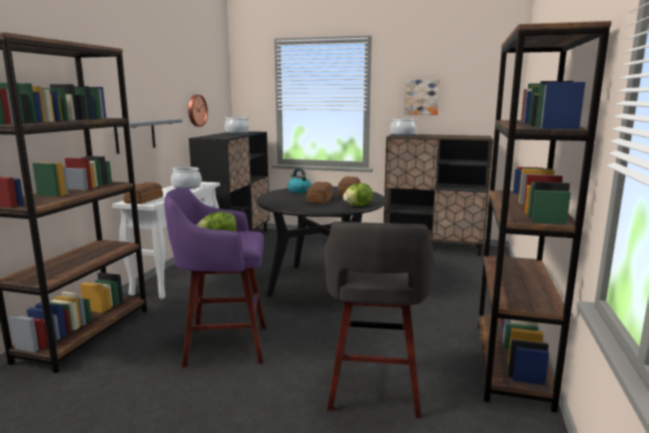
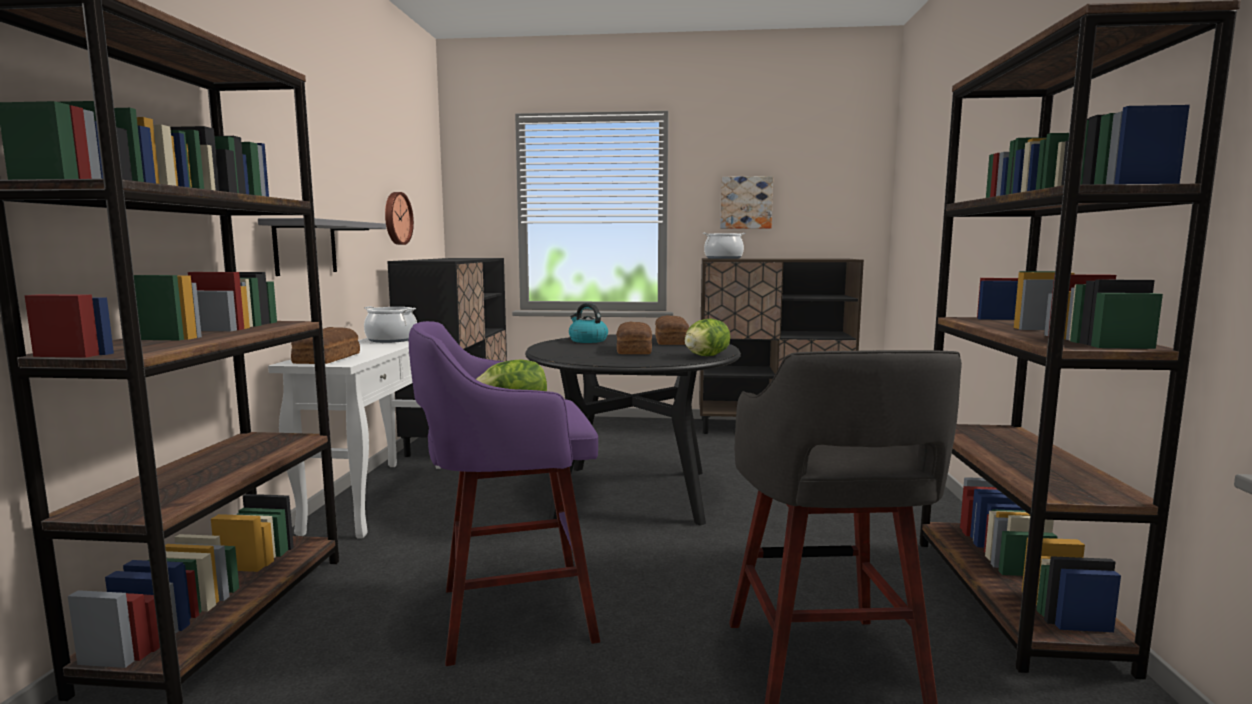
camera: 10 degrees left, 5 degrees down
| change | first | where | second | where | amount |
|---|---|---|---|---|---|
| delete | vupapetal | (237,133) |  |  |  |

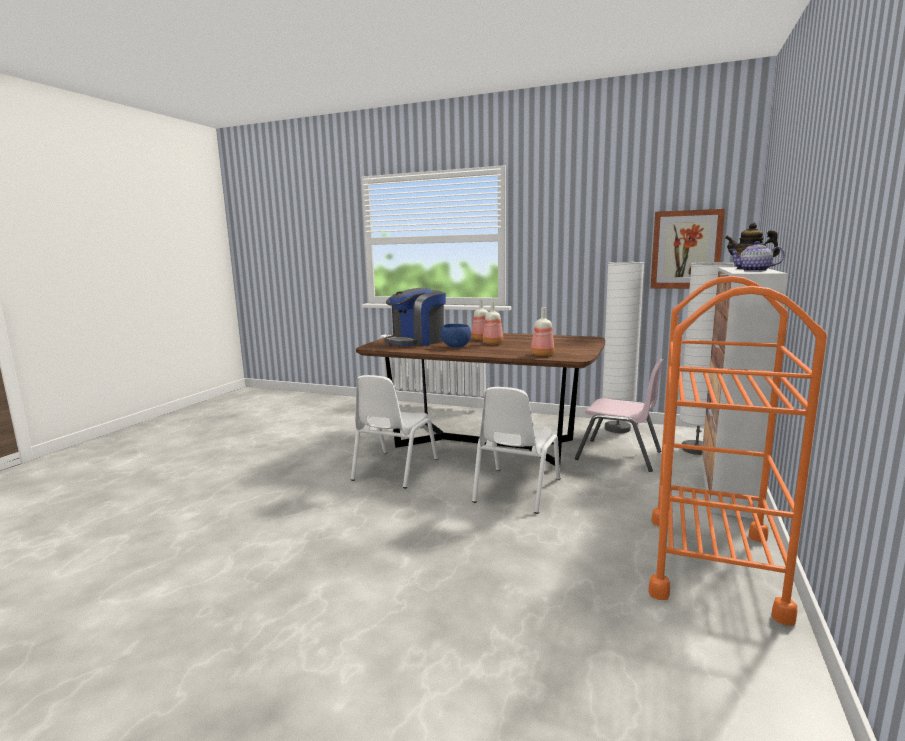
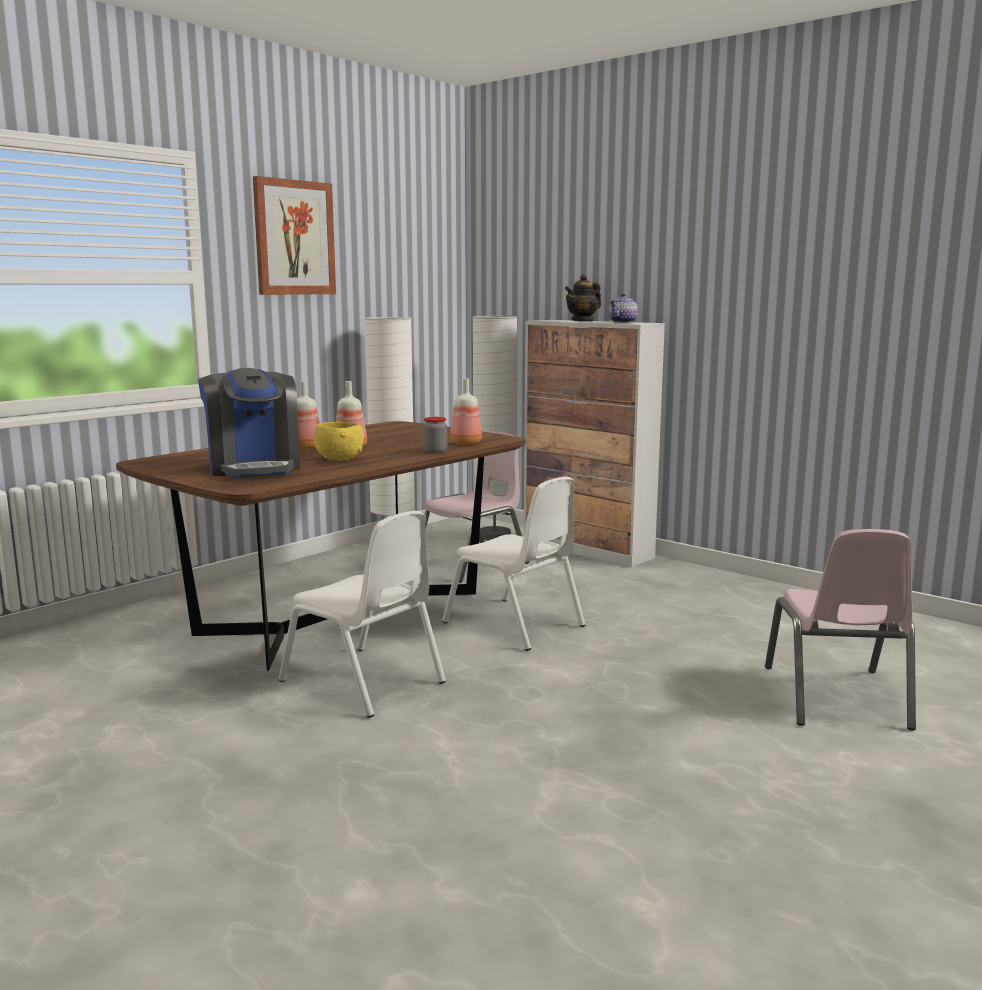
camera: 70 degrees left, 0 degrees up
| change | first | where | second | where | amount |
|---|---|---|---|---|---|
| recolor | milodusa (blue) | (456,346) | milodusa (yellow) | (339,459) |  |
| delete | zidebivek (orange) | (713,564) |  |  |  |
| move | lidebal | (686,250) |  | (294,238) |  |
| insert |  |  | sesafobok | (435,452) |  |
| insert |  |  | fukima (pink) | (835,697) |  |

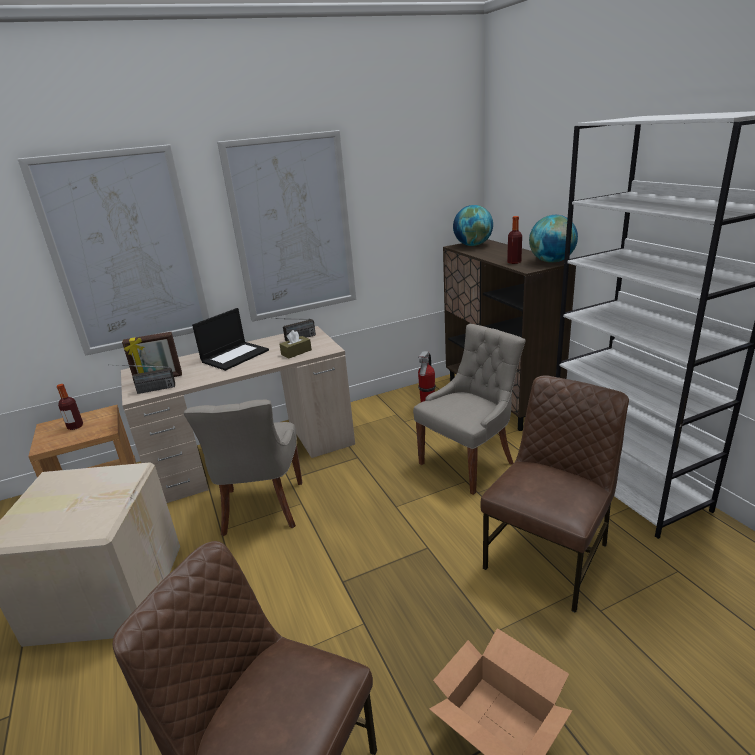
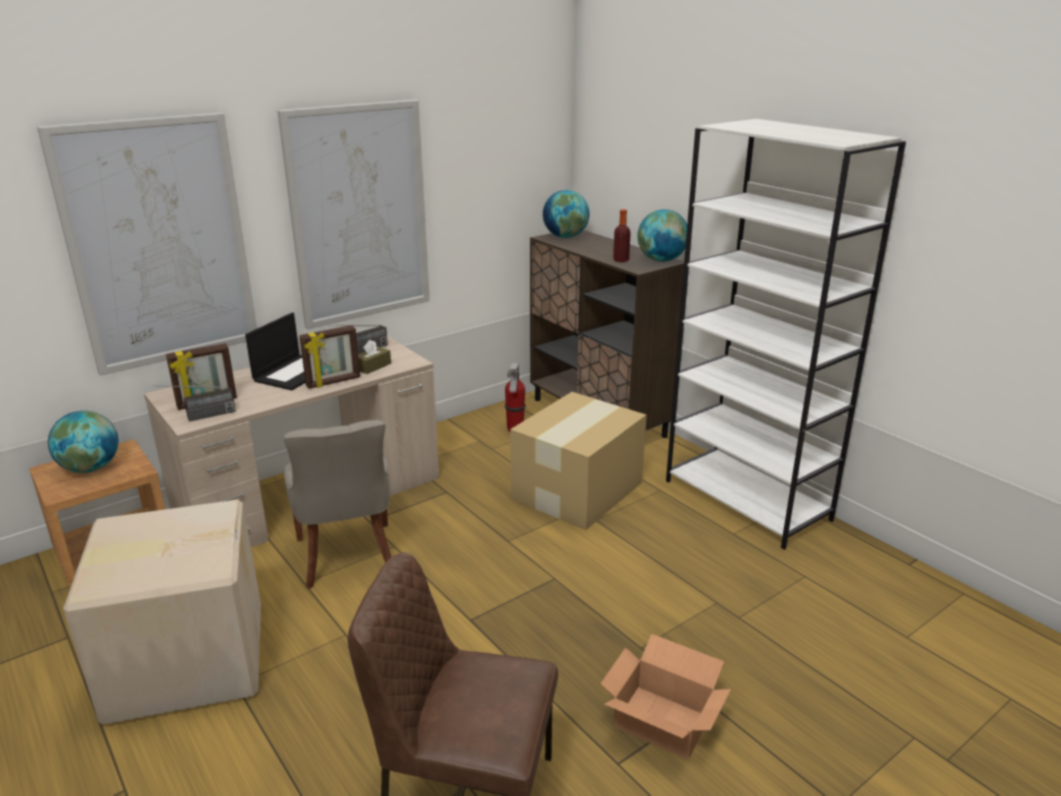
camera: 15 degrees left, 0 degrees up
| change | first | where | second | where | amount |
|---|---|---|---|---|---|
| replace | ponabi | (75,426) | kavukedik | (91,468) |  |
| replace | fukima (grey) | (469,463) | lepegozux | (579,490) |  |
| delete | fukima (brown) | (549,556) |  |  |  |
| insert |  |  | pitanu | (333,382) |  |

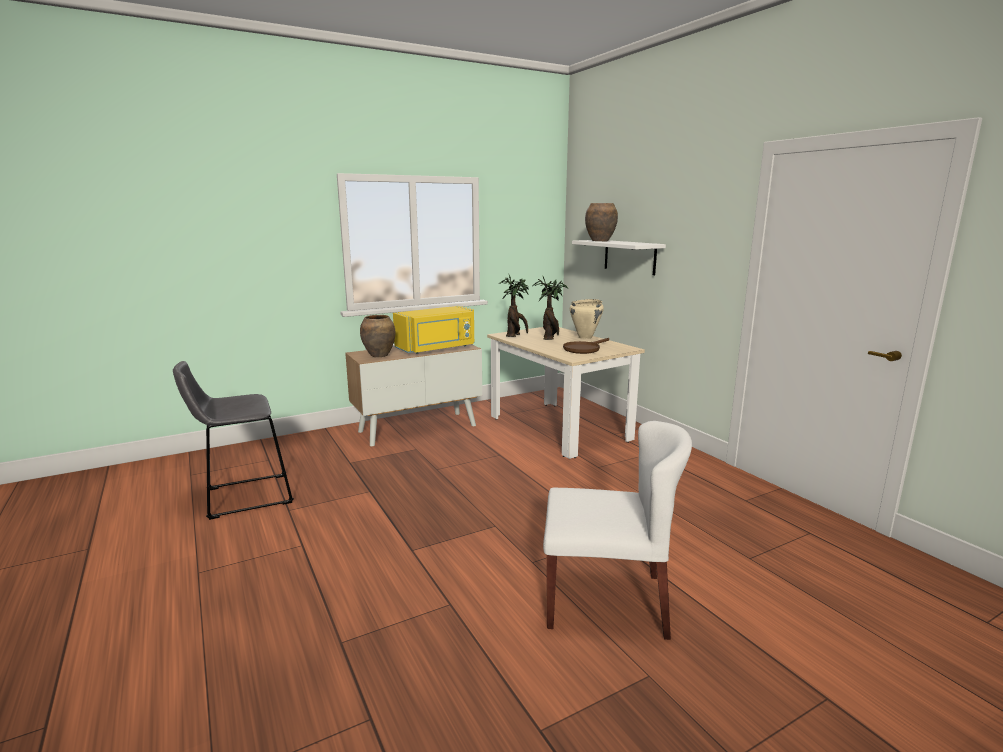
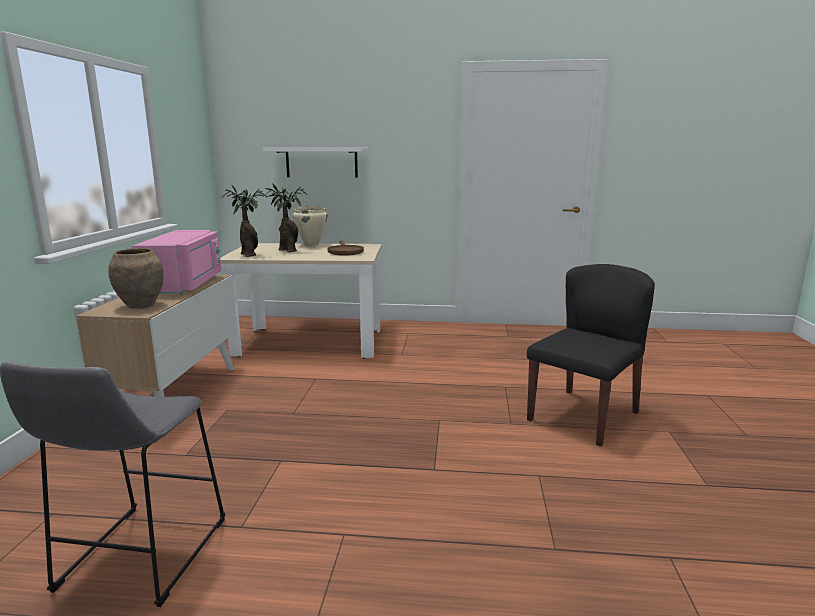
camera: 55 degrees left, 0 degrees up
| change | first | where | second | where | amount |
|---|---|---|---|---|---|
| recolor | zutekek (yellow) | (437,348) | zutekek (pink) | (185,285) |  |
| recolor | fukima (white) | (606,600) | fukima (black) | (583,415) |  |
| delete | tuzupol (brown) | (600,241) |  |  |  |

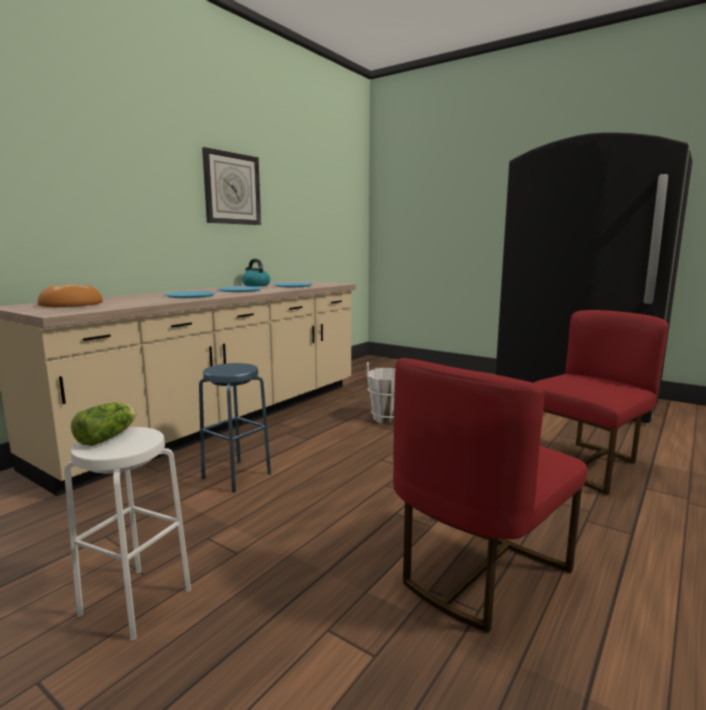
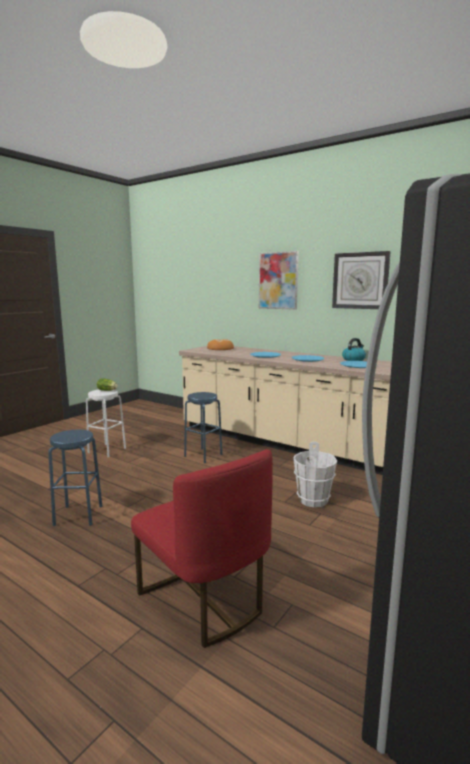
camera: 90 degrees right, 0 degrees up
| change | first | where | second | where | amount |
|---|---|---|---|---|---|
| replace | fukima (red) | (478,572) | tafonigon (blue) | (78,515) |  |
| insert |  |  | lidebal | (278,280) |  |

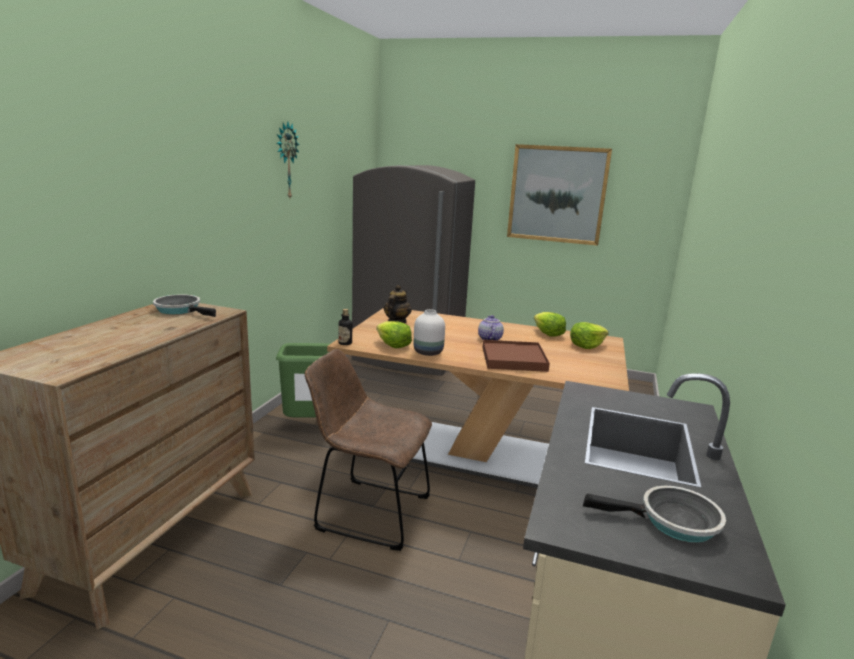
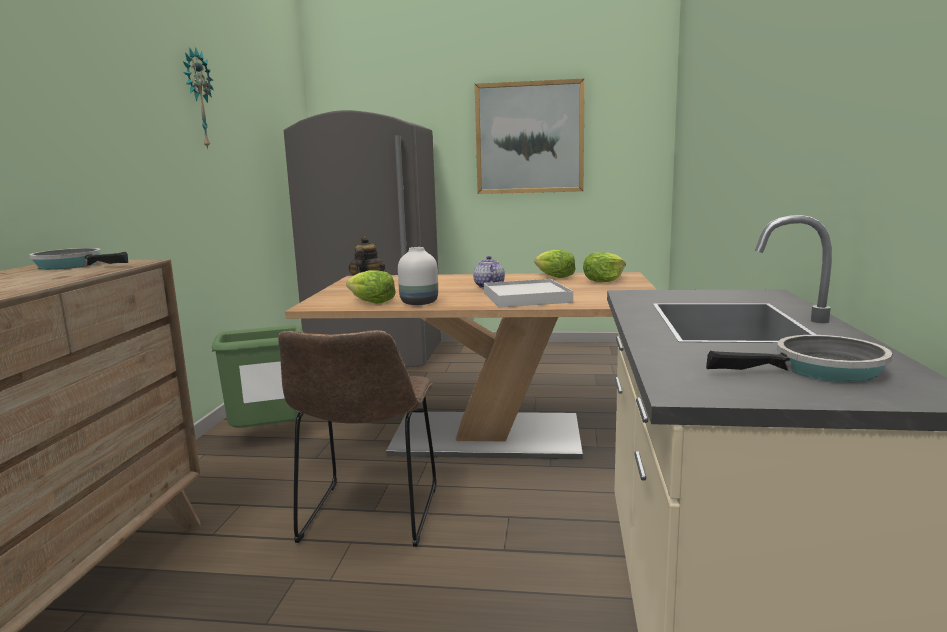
camera: 10 degrees left, 5 degrees down
| change | first | where | second | where | amount |
|---|---|---|---|---|---|
| rotate | fukima (brown) | (368,512) |  | (369,518) | 90 degrees counterclockwise |
| delete | ponabi | (345,343) |  |  |  |
| recolor | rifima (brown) | (513,359) | rifima (white) | (526,298) |  |

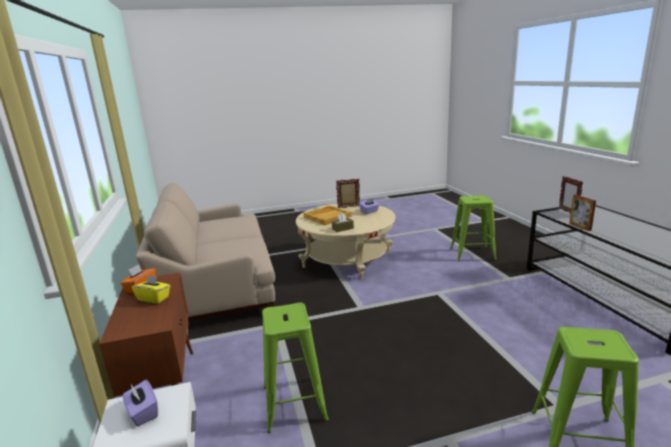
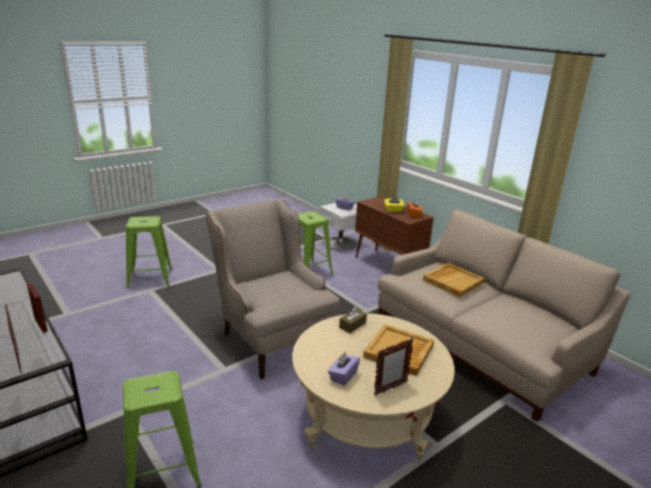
camera: 155 degrees right, 5 degrees up
| change | first | where | second | where | amount |
|---|---|---|---|---|---|
| insert |  |  | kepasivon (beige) | (271,337) |  |
| insert |  |  | rifima (beige) | (453,281) |  |

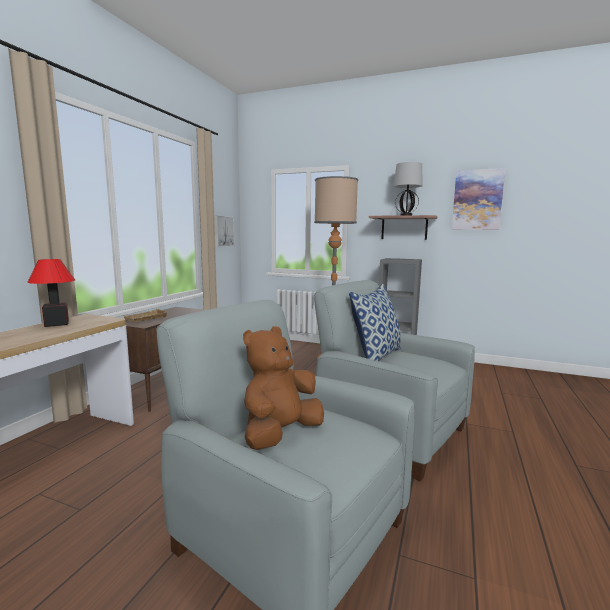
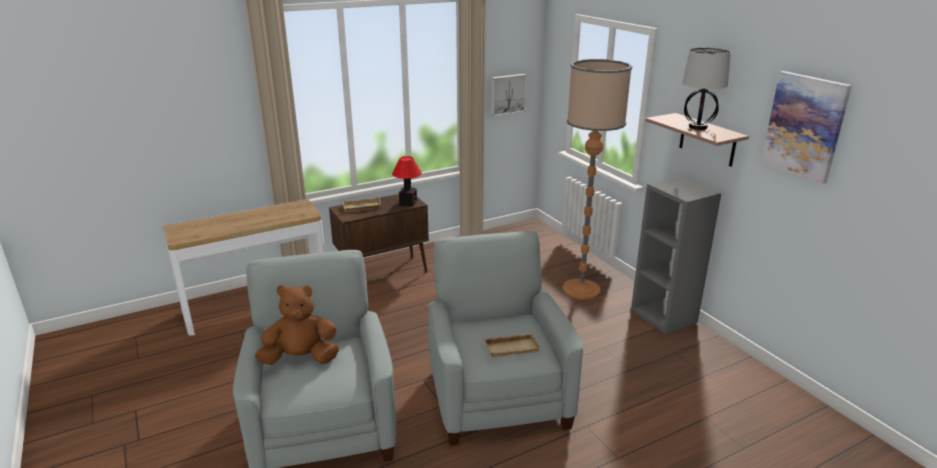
camera: 40 degrees right, 15 degrees up
| change | first | where | second | where | amount |
|---|---|---|---|---|---|
| move | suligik | (56,324) |  | (408,203) |  |
| delete | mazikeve | (376,356) |  |  |  |
| insert |  |  | rifima (beige) | (512,347) |  |

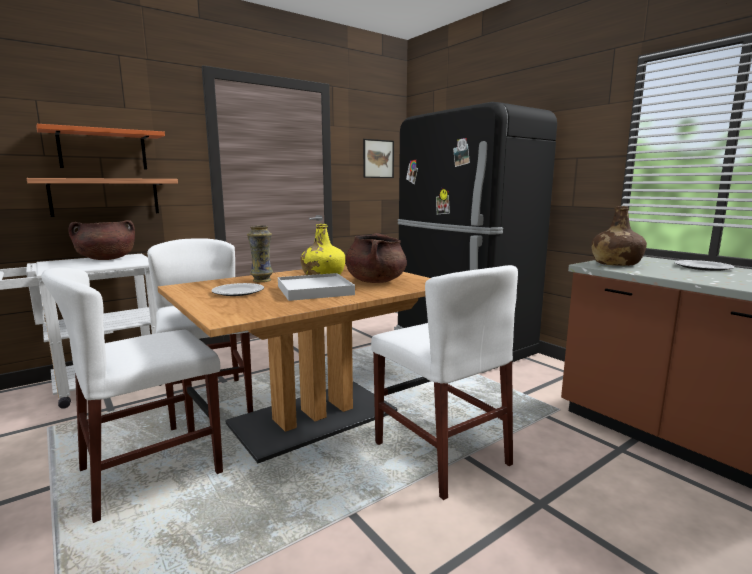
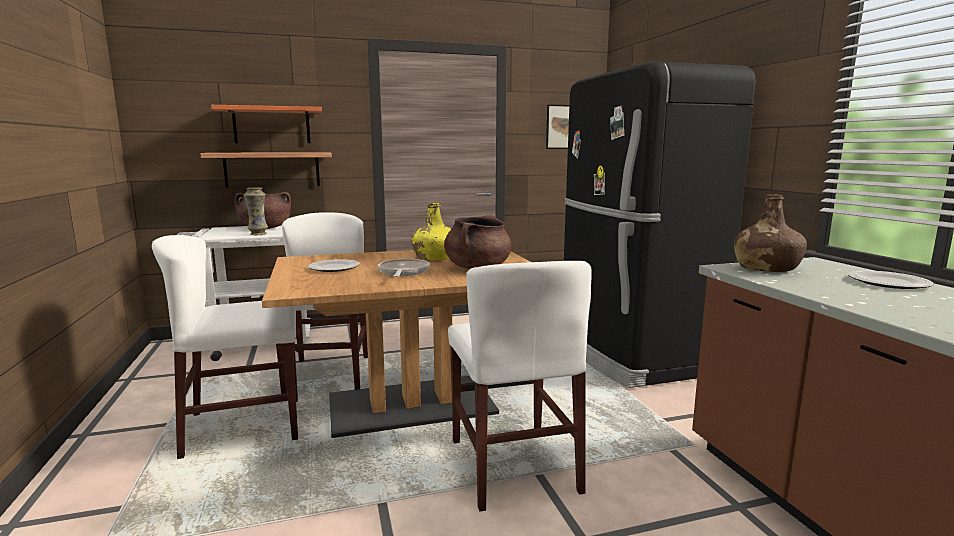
camera: 20 degrees right, 0 degrees up
| change | first | where | second | where | amount |
|---|---|---|---|---|---|
| move | tuzupol | (262,280) |  | (258,234) |  |
| replace | rifima (white) | (314,290) | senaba | (403,272) |  |

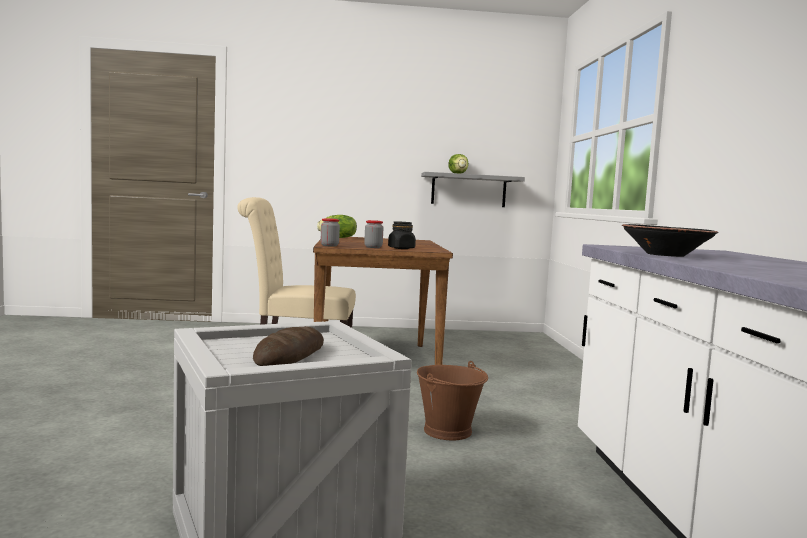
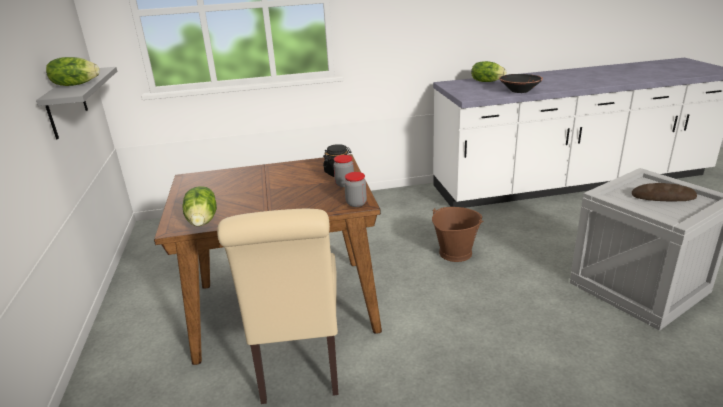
camera: 95 degrees left, 20 degrees up
| change | first | where | second | where | amount |
|---|---|---|---|---|---|
| insert |  |  | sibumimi | (486,81) |  |

